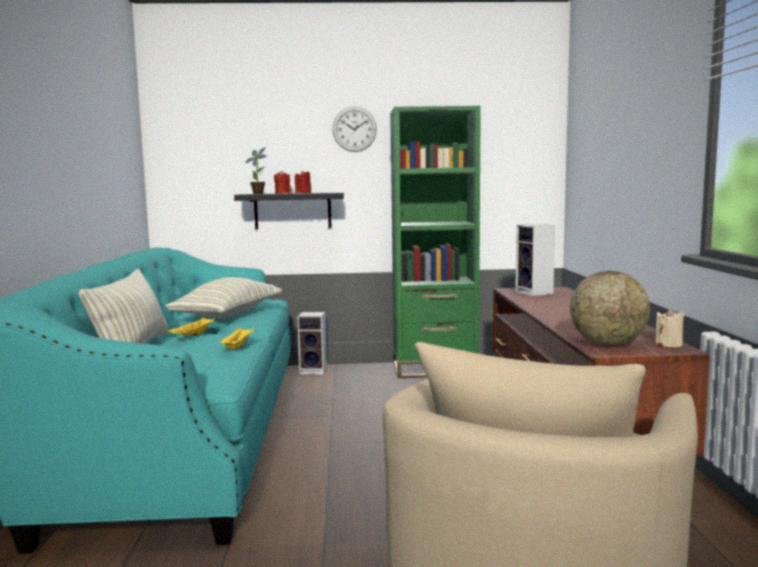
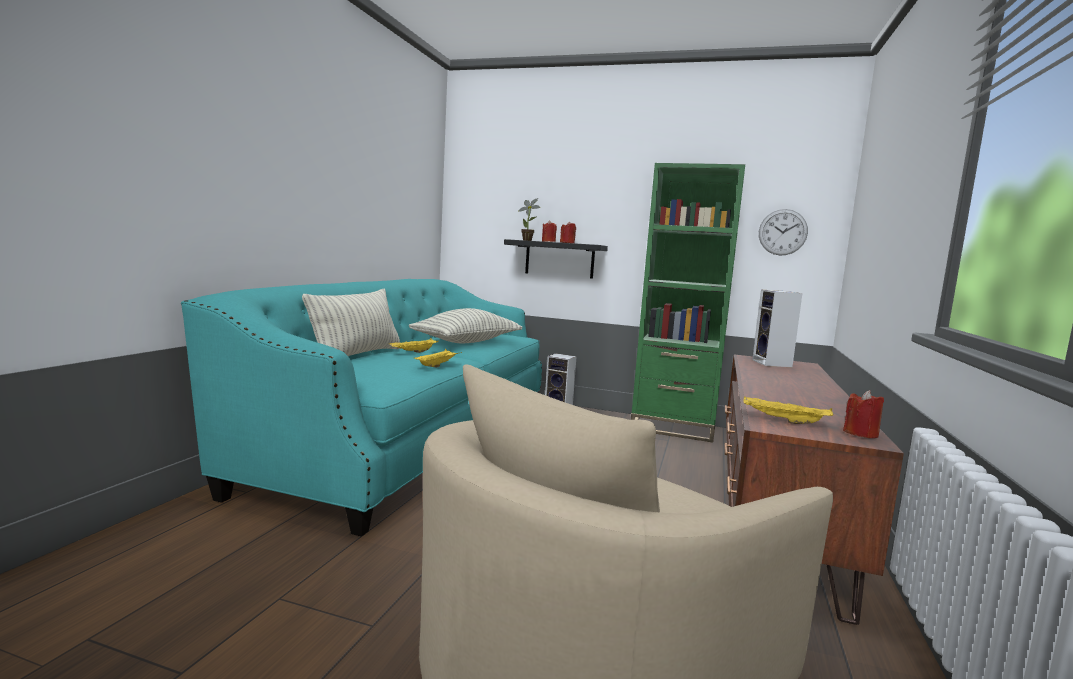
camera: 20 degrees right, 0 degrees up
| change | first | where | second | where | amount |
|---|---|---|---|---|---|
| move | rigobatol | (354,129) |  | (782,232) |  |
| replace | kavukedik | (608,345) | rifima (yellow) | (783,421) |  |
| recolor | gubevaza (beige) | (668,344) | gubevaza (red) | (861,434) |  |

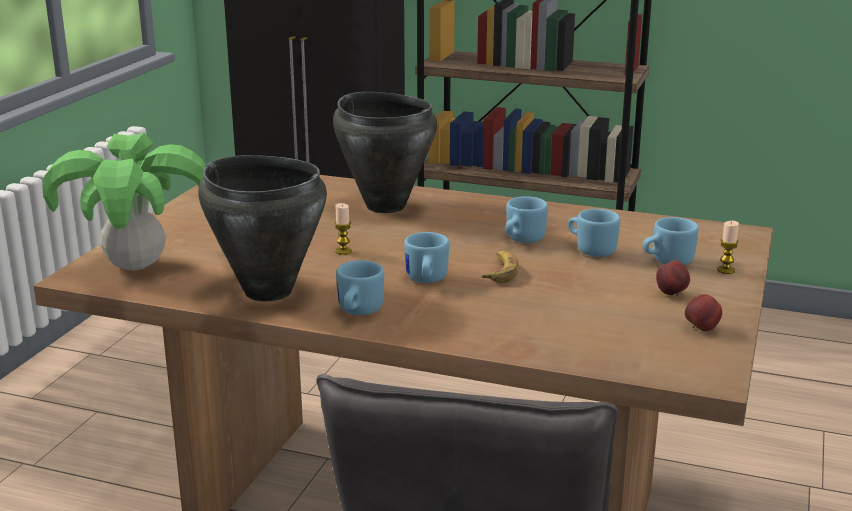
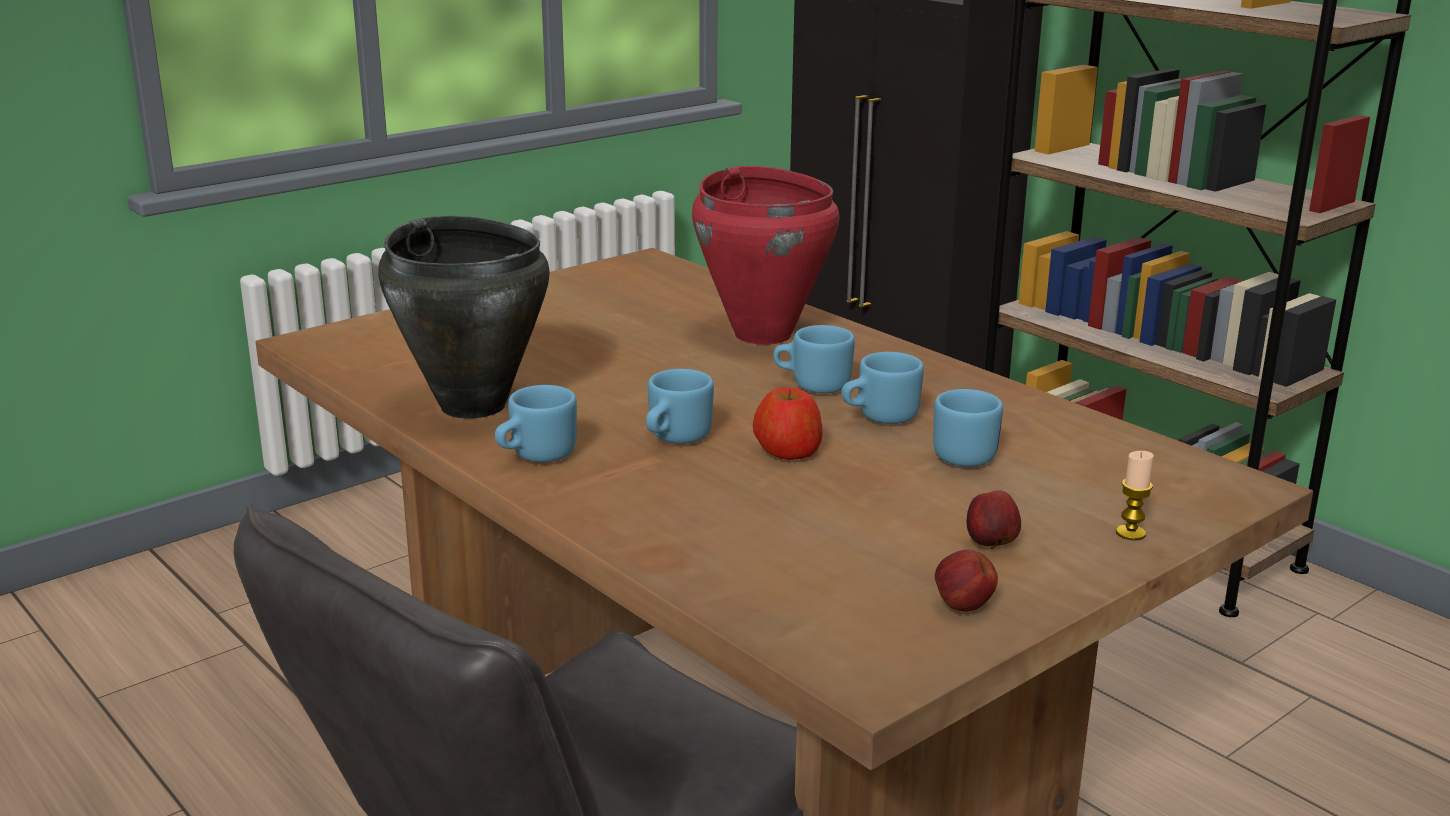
camera: 30 degrees right, 0 degrees up
| change | first | where | second | where | amount |
|---|---|---|---|---|---|
| delete | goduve | (135,266) |  |  |  |
| recolor | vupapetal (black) | (385,206) | vupapetal (red) | (763,334) |  |
| delete | gubevaza | (343,251) |  |  |  |
| replace | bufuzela | (500,271) | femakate | (787,451) |  |
| move | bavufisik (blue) | (666,262) |  | (812,386) |  |

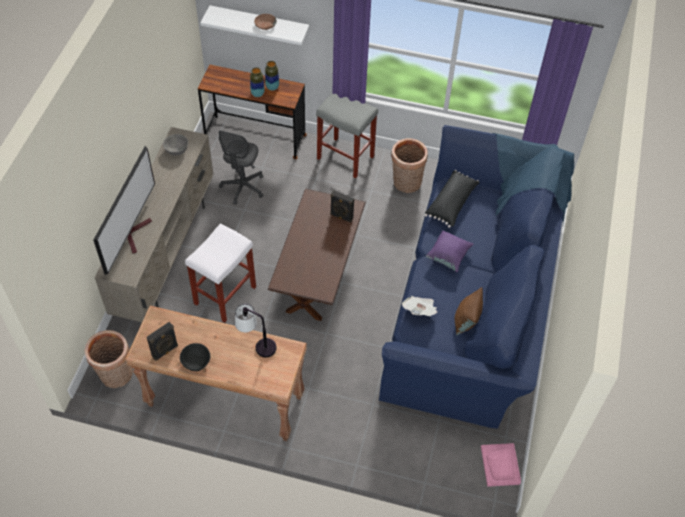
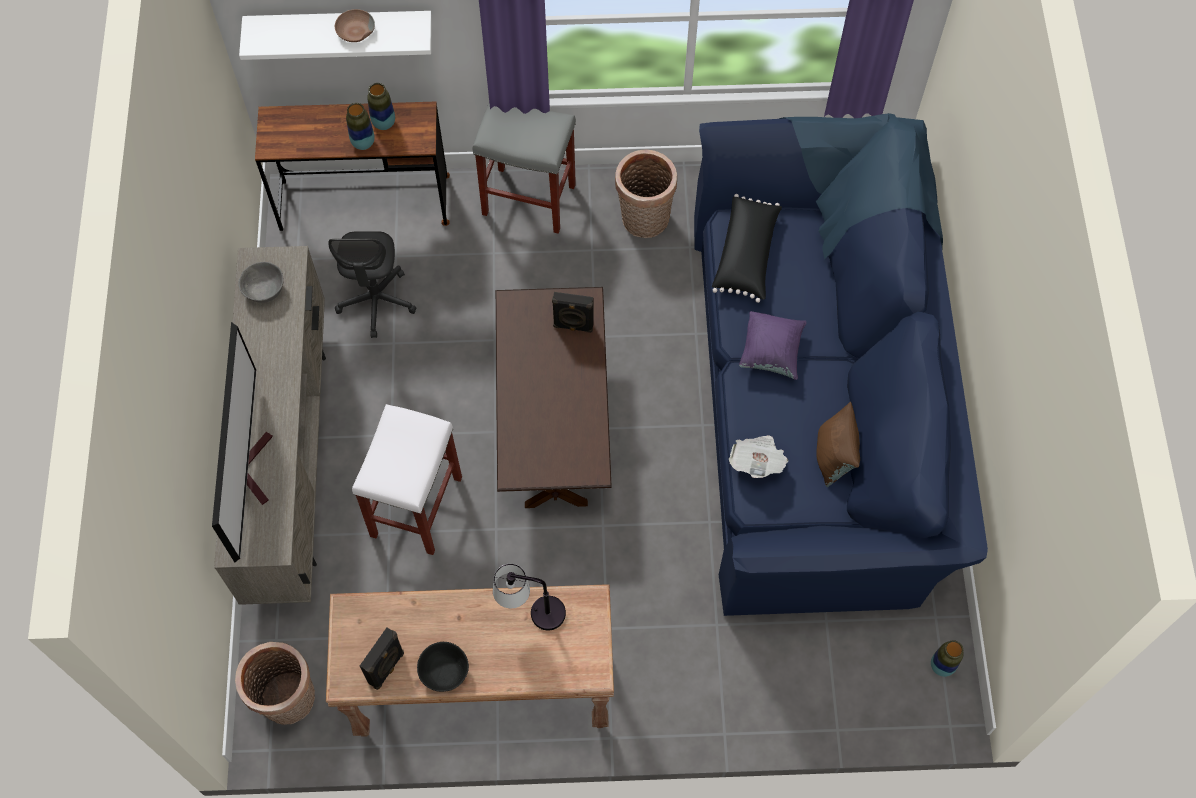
camera: 15 degrees left, 10 degrees up
| change | first | where | second | where | amount |
|---|---|---|---|---|---|
| replace | rifima (pink) | (500,465) | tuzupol | (941,666) |  |

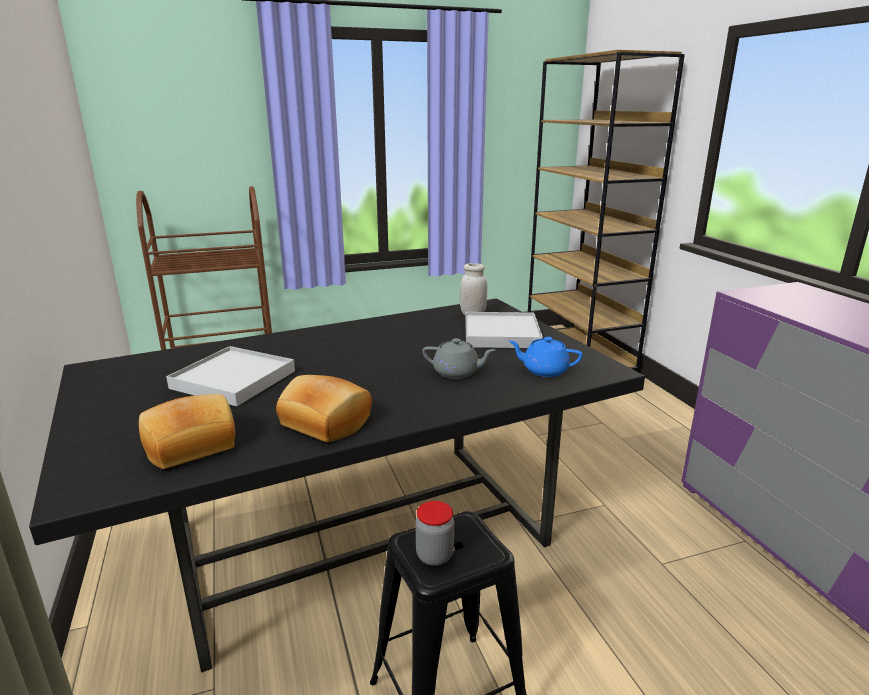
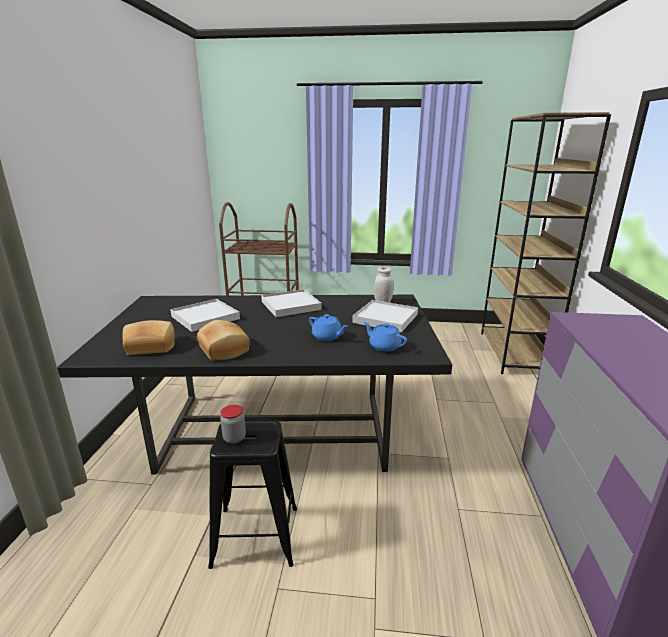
camera: 25 degrees right, 0 degrees up
| change | first | where | second | where | amount |
|---|---|---|---|---|---|
| recolor | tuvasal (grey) | (457,372) | tuvasal (blue) | (327,337) |  |
| insert |  |  | rifima (white) | (291,305) |  |

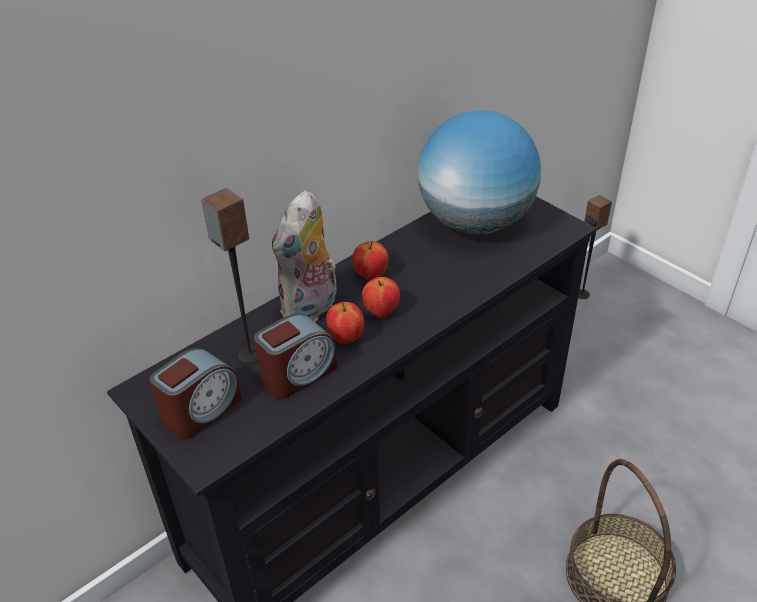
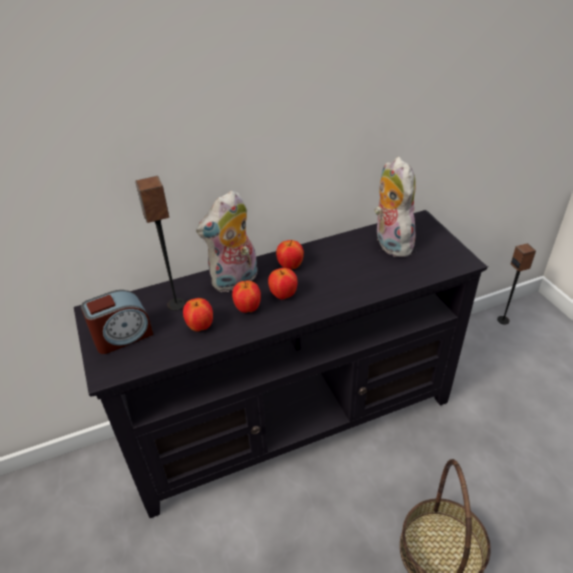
camera: 20 degrees right, 0 degrees up
| change | first | where | second | where | amount |
|---|---|---|---|---|---|
| replace | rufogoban | (298,374) | femakate | (200,327) |  |
| replace | kavukedik | (475,223) | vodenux | (390,243) |  |

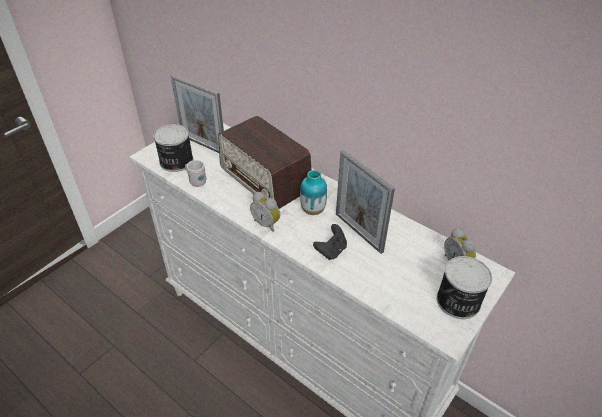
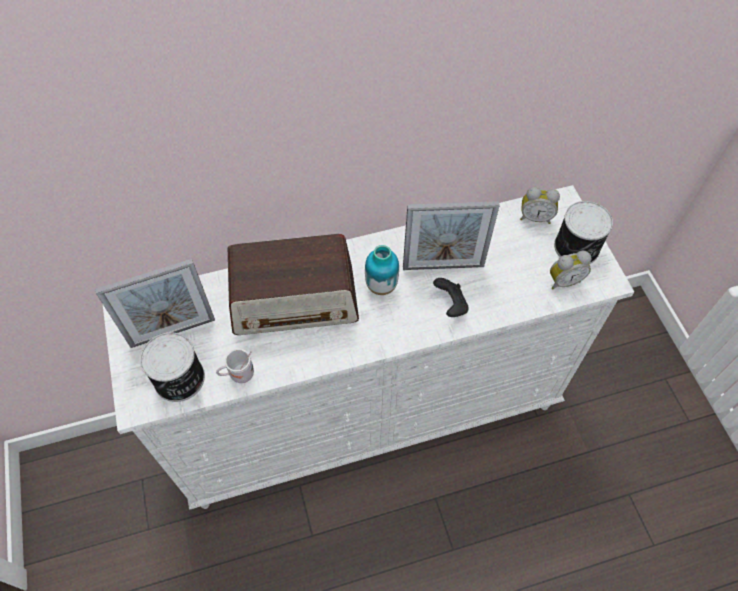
camera: 55 degrees left, 15 degrees up
| change | first | where | second | where | amount |
|---|---|---|---|---|---|
| move | rufogoban | (267,223) |  | (563,280) |  |

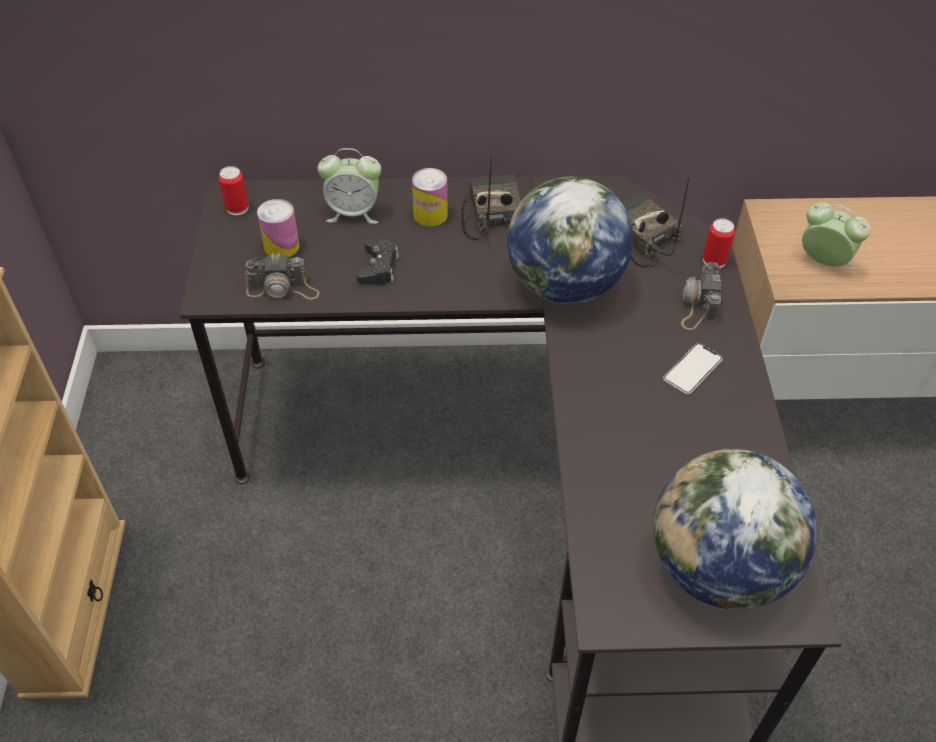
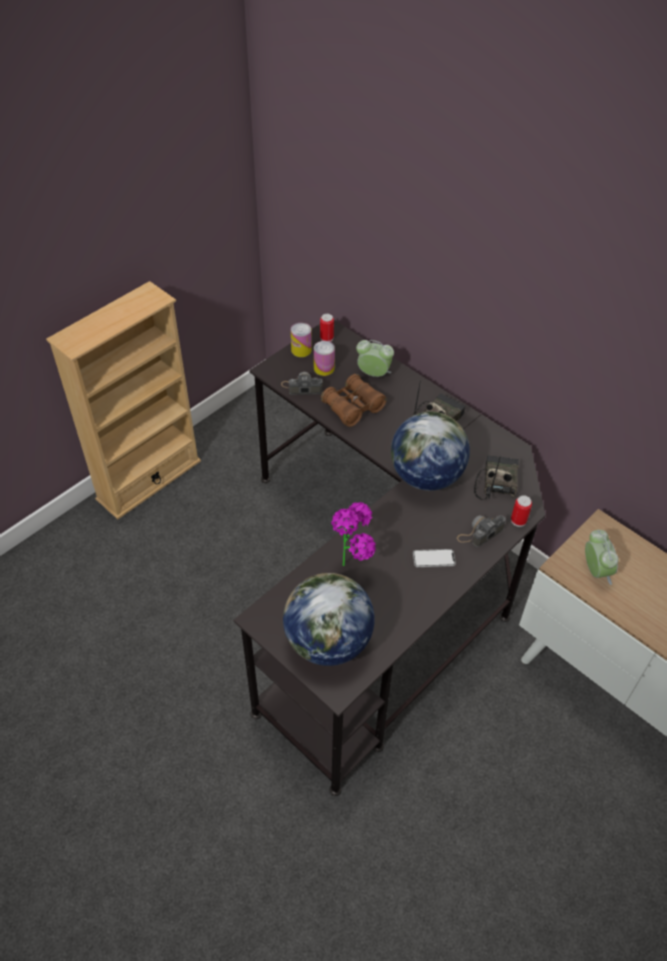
camera: 45 degrees right, 0 degrees up
| change | first | where | second | where | amount |
|---|---|---|---|---|---|
| rotate | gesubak | (283,288) |  | (302,387) | 135 degrees clockwise |
| rotate | rufogoban | (353,212) |  | (373,374) | 150 degrees clockwise |
| replace | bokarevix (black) | (378,267) | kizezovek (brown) | (353,407) |  |
| move | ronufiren | (430,214) |  | (301,350) |  |
| insert |  |  | goduve | (354,563) |  |

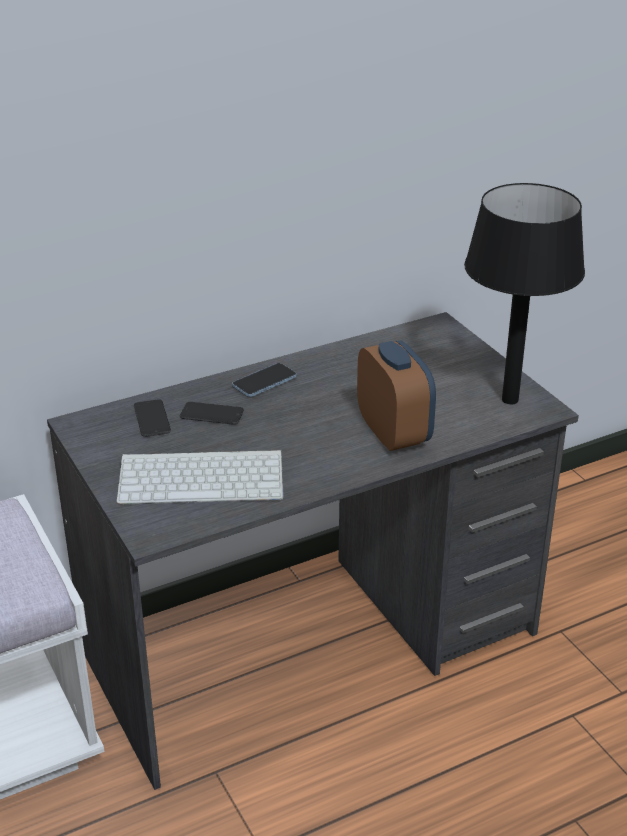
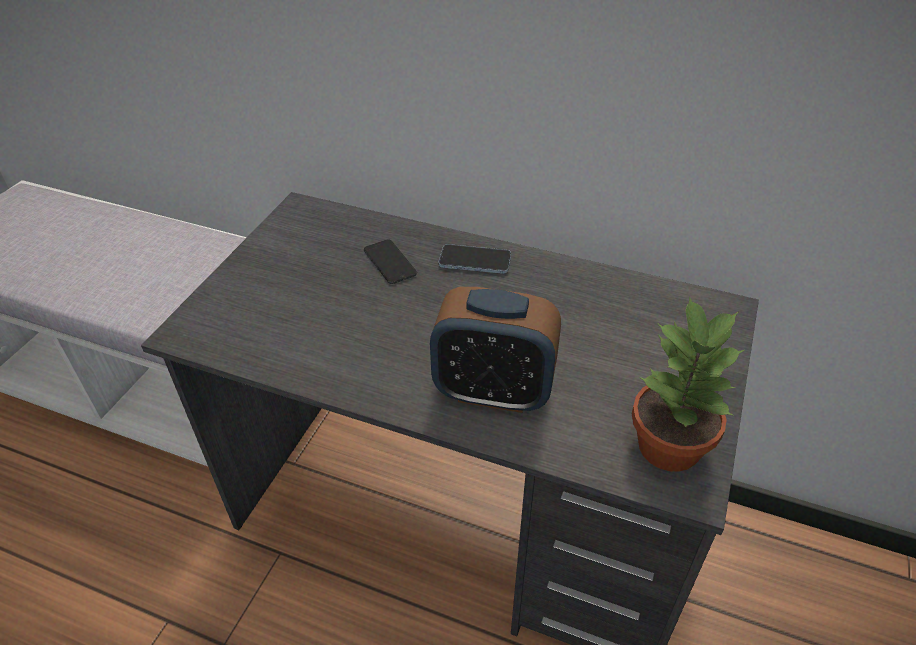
camera: 50 degrees right, 10 degrees up
| change | first | where | second | where | amount |
|---|---|---|---|---|---|
| delete | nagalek | (203,477) |  |  |  |
| delete | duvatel | (152,419) |  |  |  |
| rotate | rufogoban | (394,433) |  | (493,391) | 75 degrees clockwise |
| replace | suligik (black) | (509,399) | goduve | (670,445) |  |

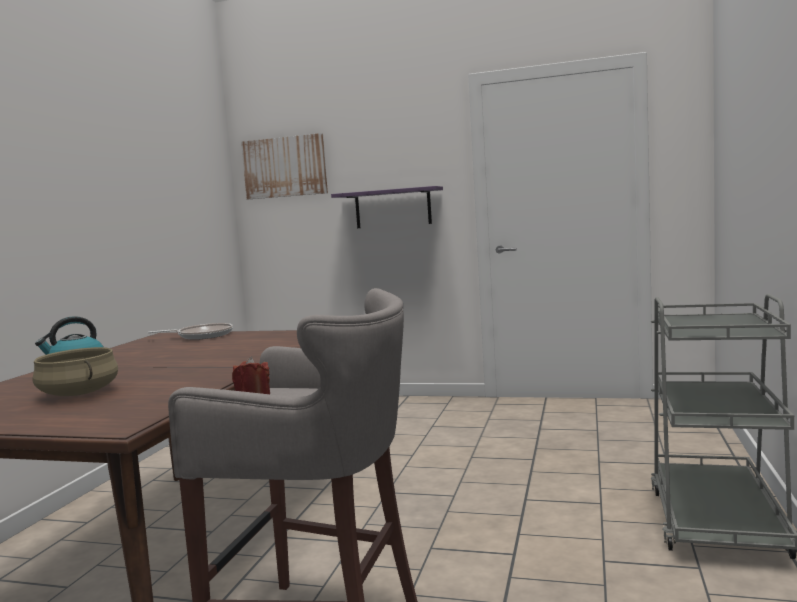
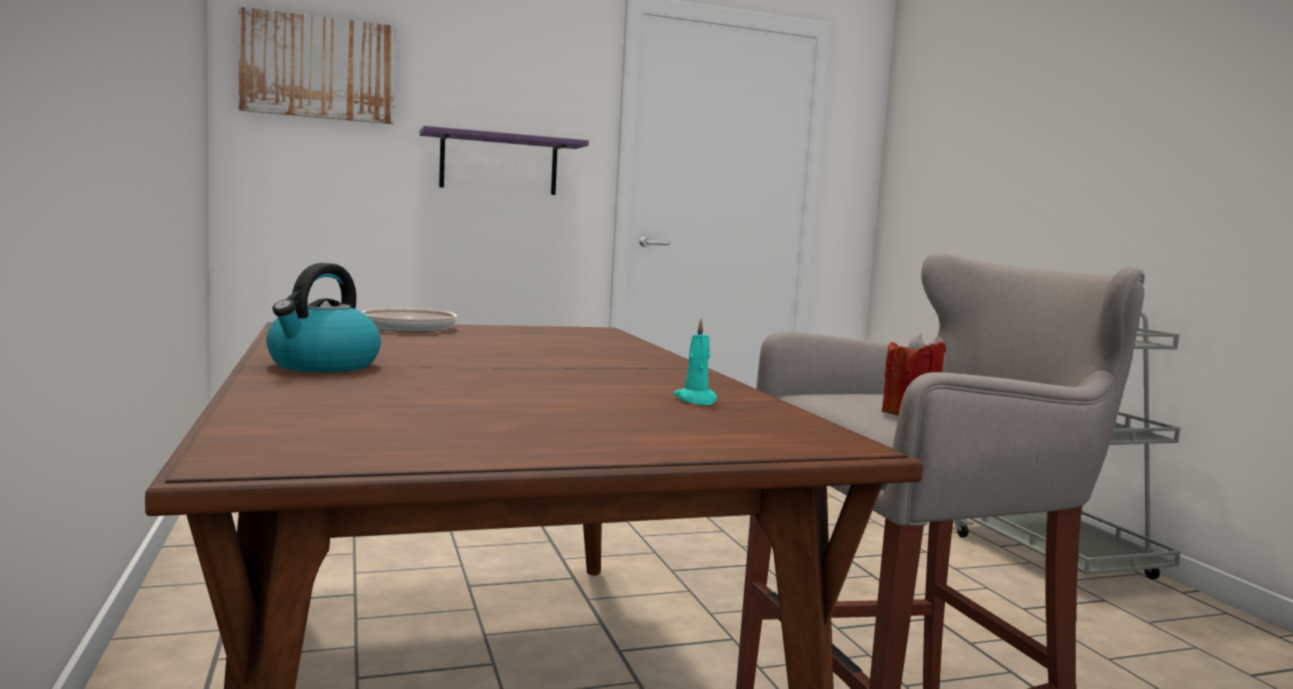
camera: 35 degrees left, 0 degrees up
| change | first | where | second | where | amount |
|---|---|---|---|---|---|
| delete | vupapetal (beige) | (78,393) |  |  |  |
| insert |  |  | gubevaza (turquoise) | (696,400) |  |

